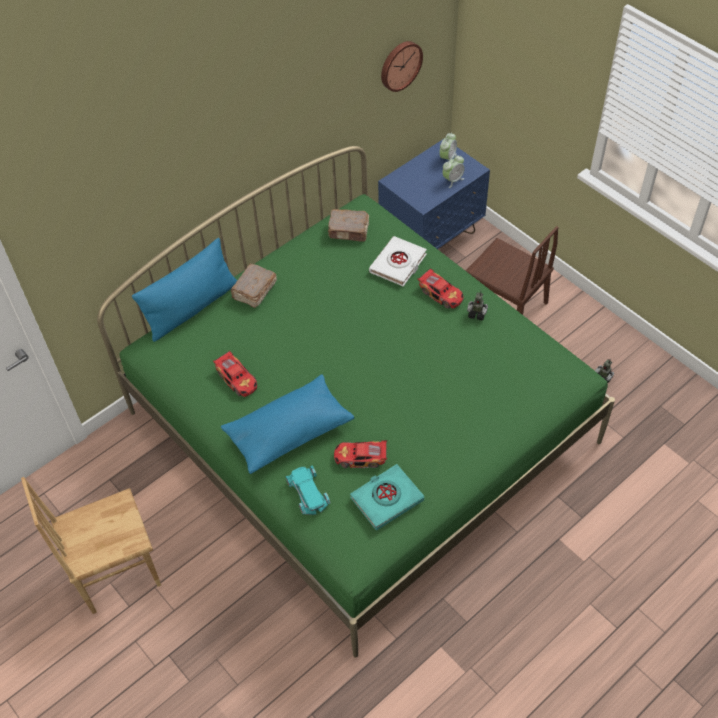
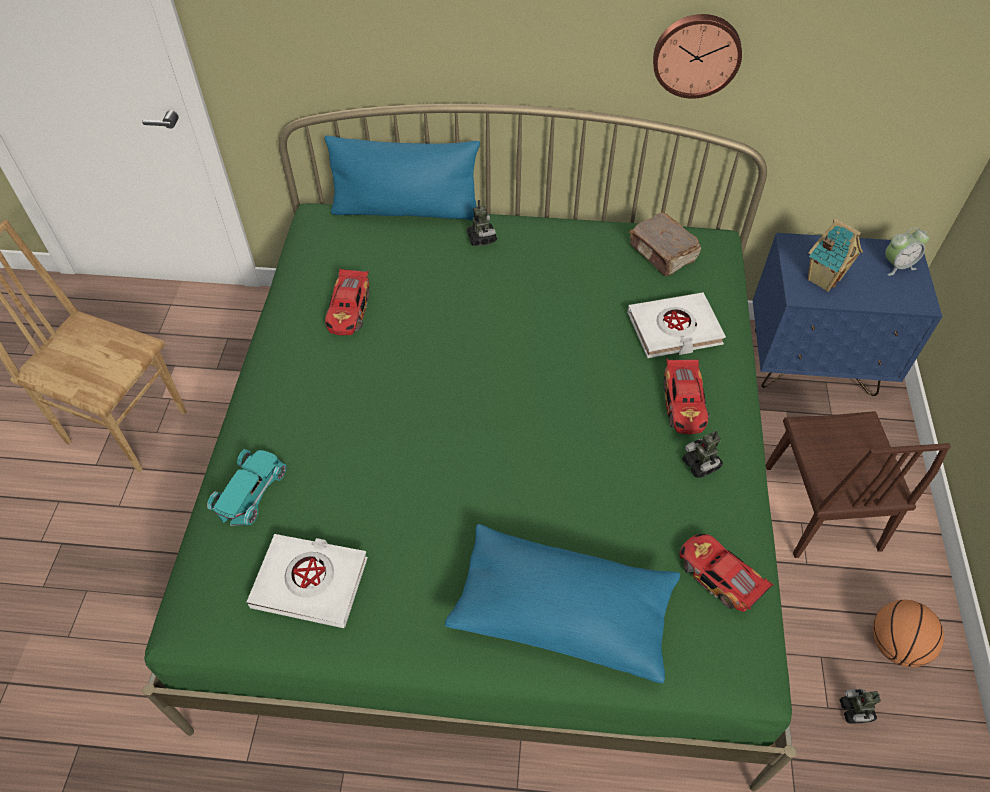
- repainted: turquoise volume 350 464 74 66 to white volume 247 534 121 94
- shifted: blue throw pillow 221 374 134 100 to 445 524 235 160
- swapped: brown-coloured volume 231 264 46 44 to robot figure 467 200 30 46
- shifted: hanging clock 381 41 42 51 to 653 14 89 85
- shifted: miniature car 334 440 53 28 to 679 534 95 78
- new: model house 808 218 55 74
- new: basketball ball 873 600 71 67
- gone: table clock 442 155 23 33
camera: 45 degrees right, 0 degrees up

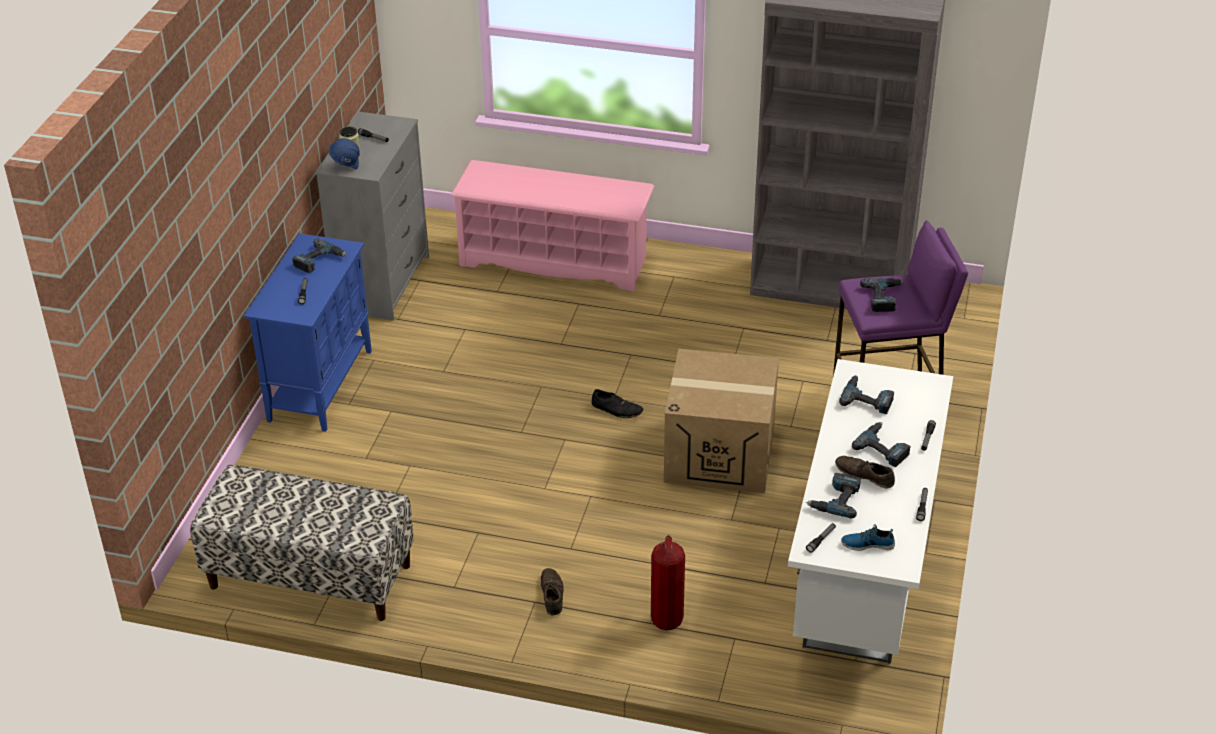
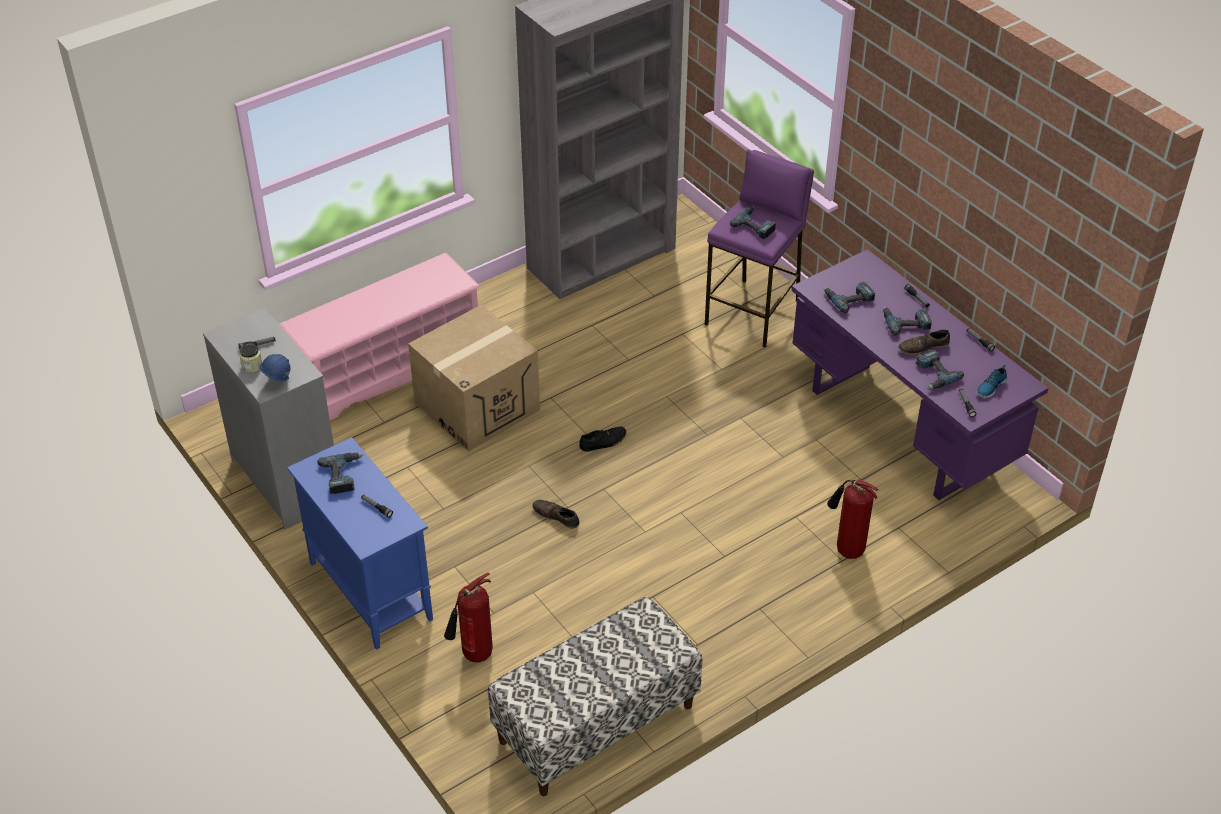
- shifted: packing box 664 349 115 144 to 408 305 132 147
- new: fire-fighting cylinder 444 572 49 91
- shifted: brown-coloured low shoe 540 568 24 47 to 532 500 47 29
- repainted: white desk 788 359 165 305 to purple desk 792 249 256 251
camera: 50 degrees left, 5 degrees up

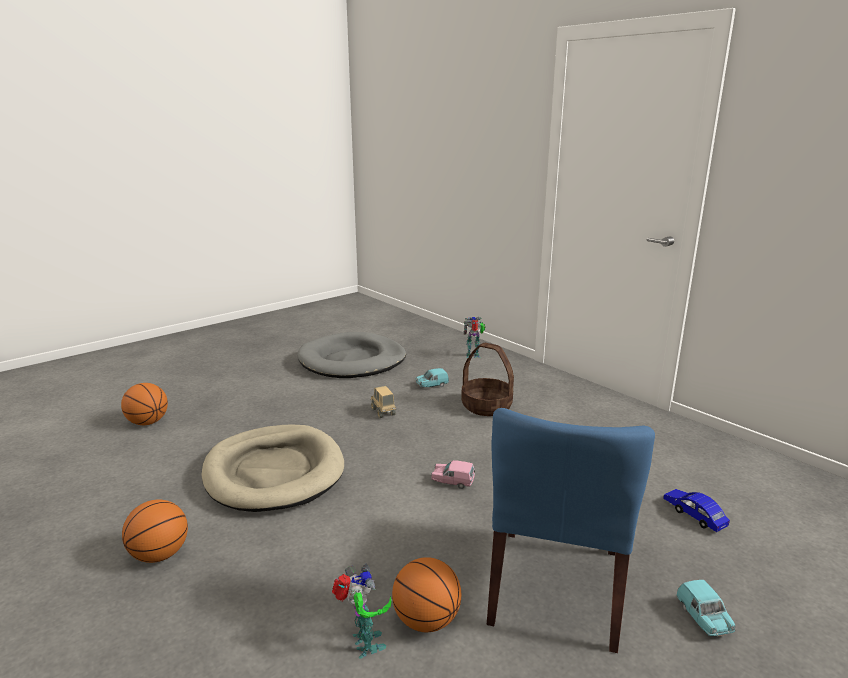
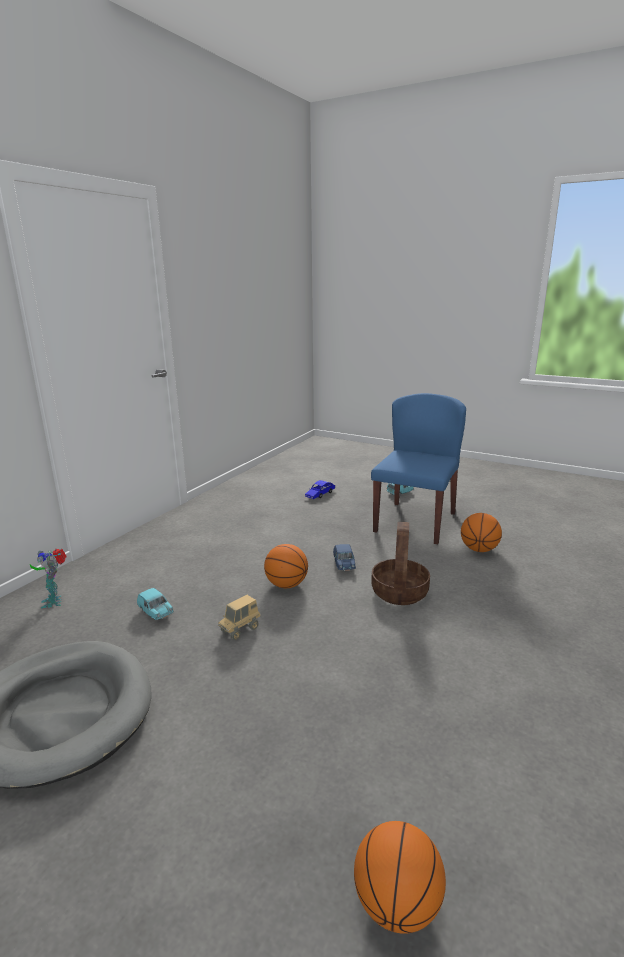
- shifted: basketball ball 122 500 66 63 to 264 544 44 44
- repainted: pink miniature car 431 460 44 29 to blue miniature car 333 544 23 27
- rotated: blue upright chair 487 408 168 245 = 371 393 95 151 60 degrees counterclockwise
- shifted: storage basket 461 343 53 73 to 371 522 59 83
- gone: sand-coloured dog cushion 201 424 143 88
- gone: robot figure 332 563 60 96
camera: 110 degrees left, 0 degrees up

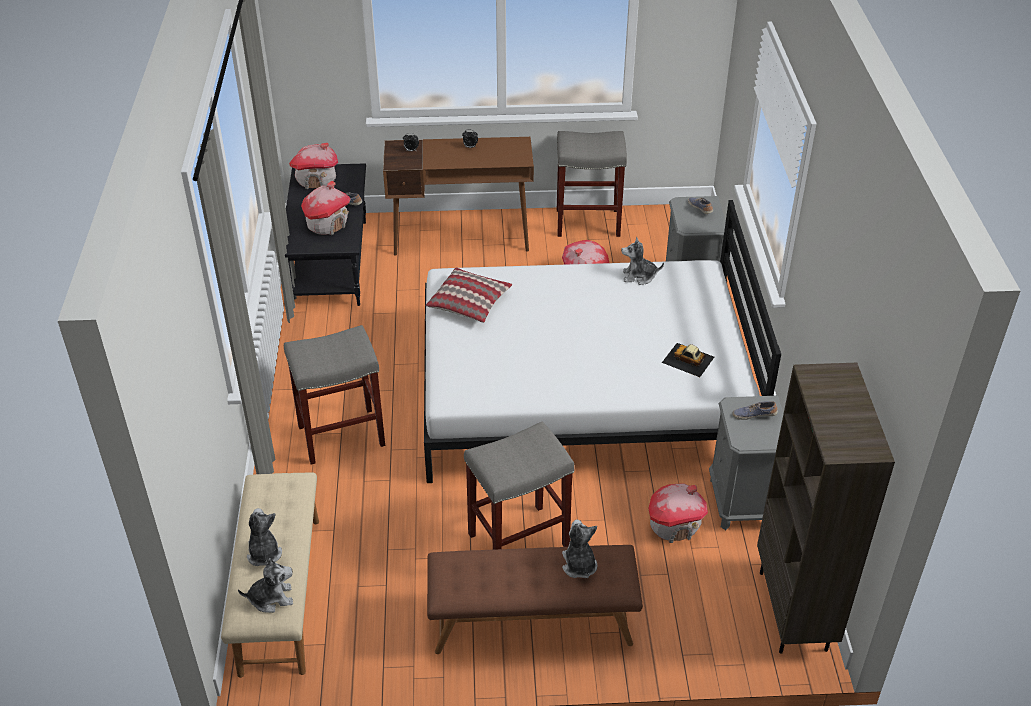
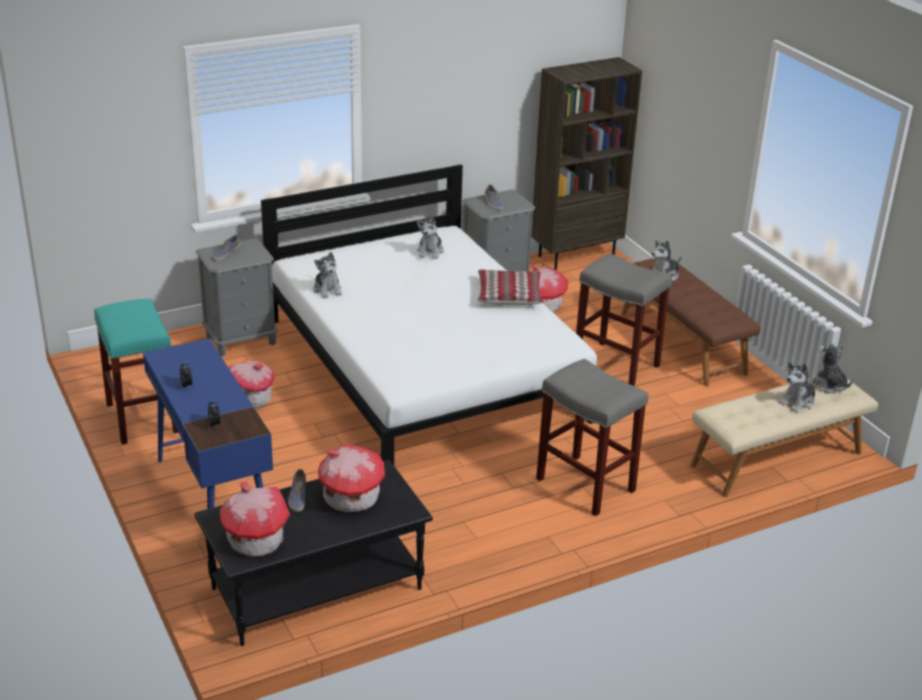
- repainted: grey stool 557 131 70 106 to turquoise stool 94 299 85 146
- repainted: brown-coloured desk 383 137 151 118 to blue desk 143 338 130 222
- swapped: miniature car 662 343 52 34 to cuddly toy 417 216 27 43
- shifted: throw pillow 426 267 86 56 to 477 269 67 37
camera: 115 degrees left, 10 degrees down

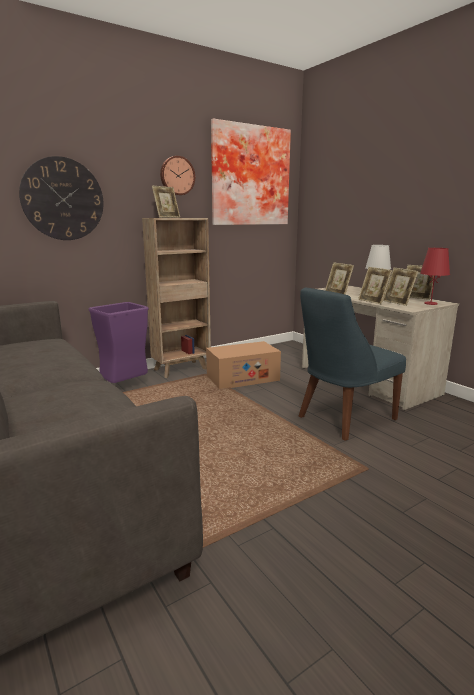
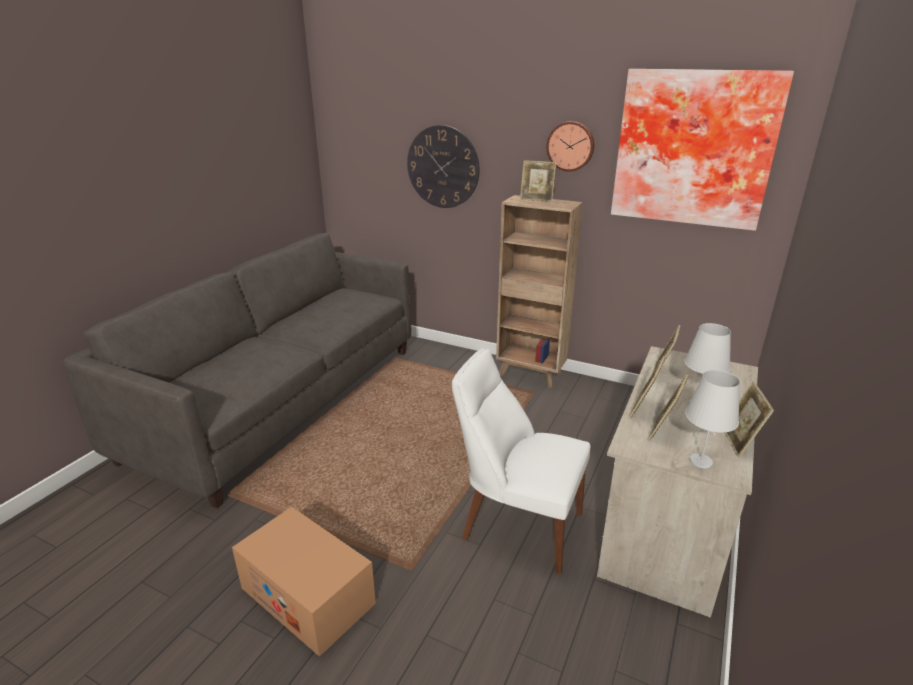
- shifted: packing box 206 341 75 48 to 232 507 144 150
- repainted: blue upright chair 299 288 107 153 to white upright chair 452 348 139 226
- repainted: red-coloured lamp for a table 420 248 30 57 to white lamp for a table 685 370 55 99
- gone: purple trash can 89 302 60 81
camera: 60 degrees right, 10 degrees up

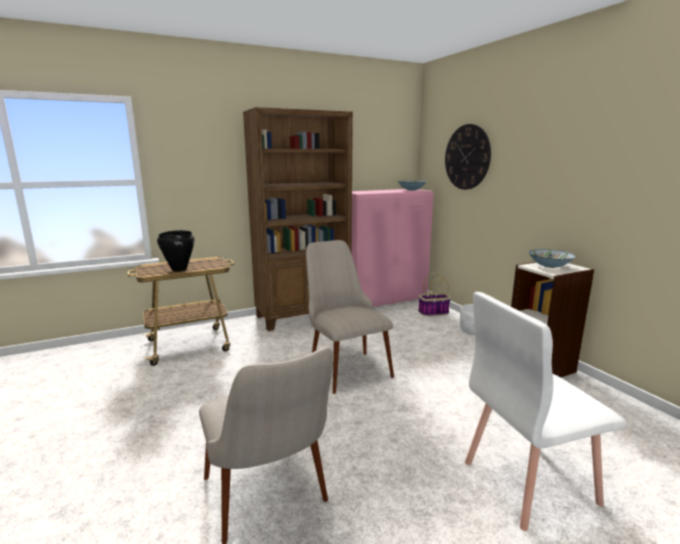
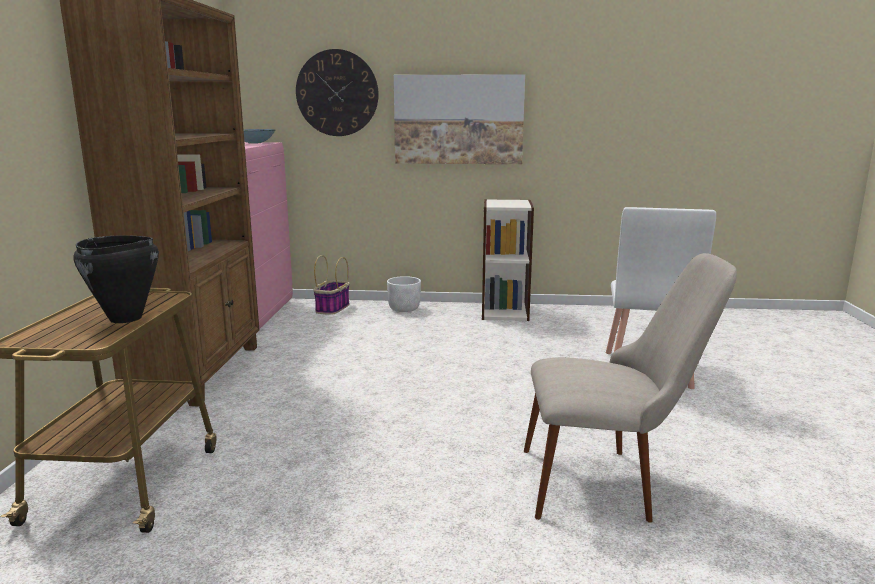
- new: wall picture 394 74 131 90
- gone: sand-coloured upright chair 306 240 88 154
- gone: serving bowl 529 249 47 19
camera: 60 degrees left, 0 degrees up

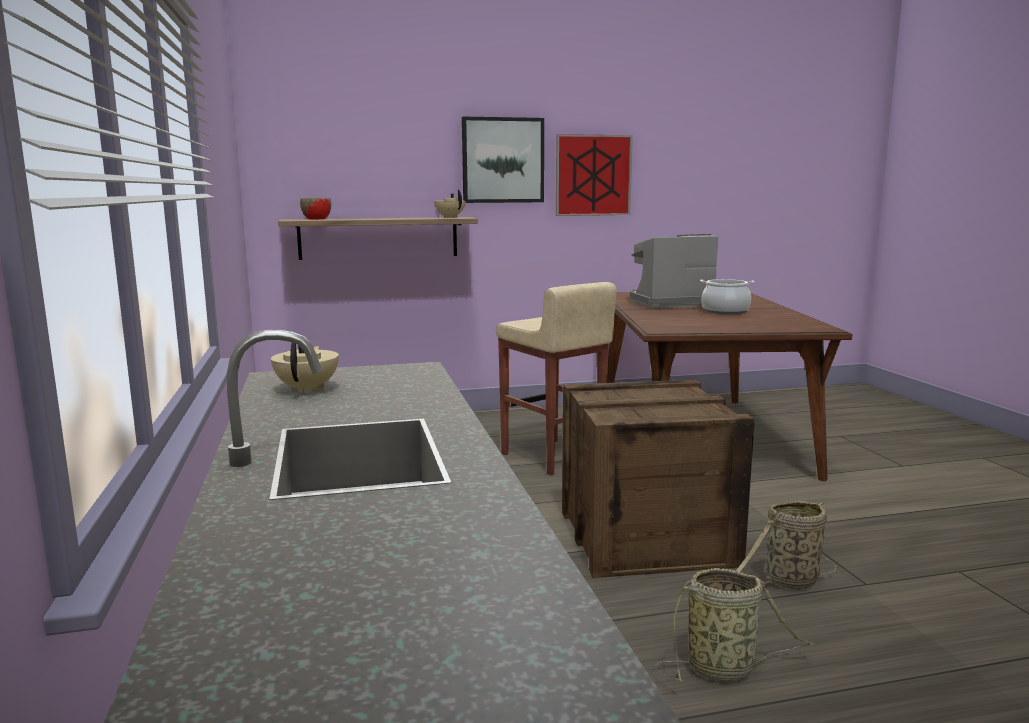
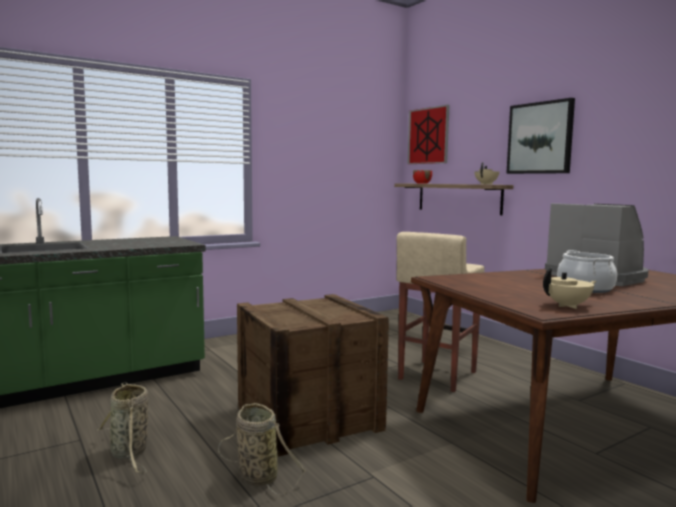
- shifted: wall picture 556 134 77 82 to 407 105 43 59
- shifted: sand-coloured pot for tea 271 343 68 51 to 543 268 53 41
camera: 70 degrees right, 5 degrees down

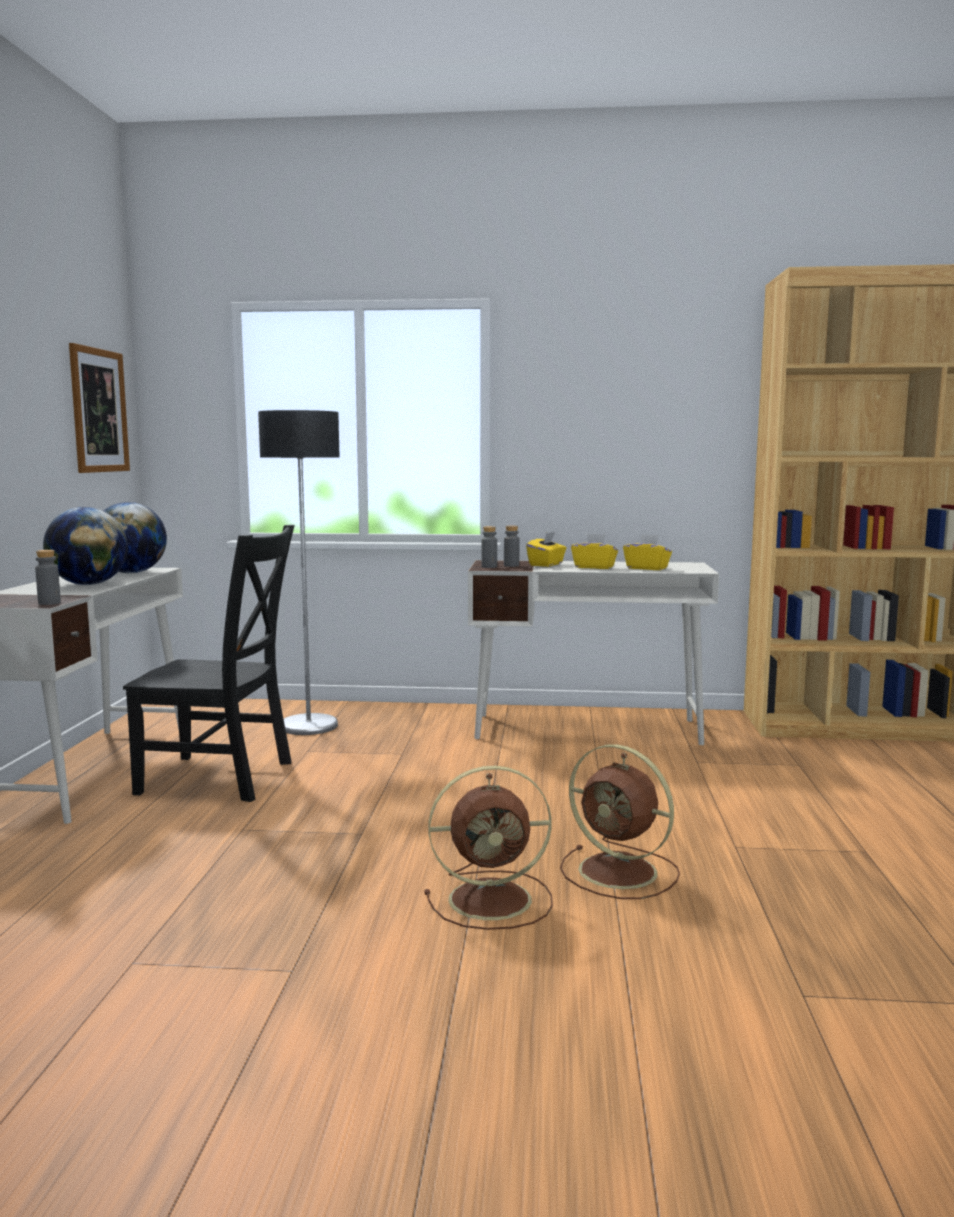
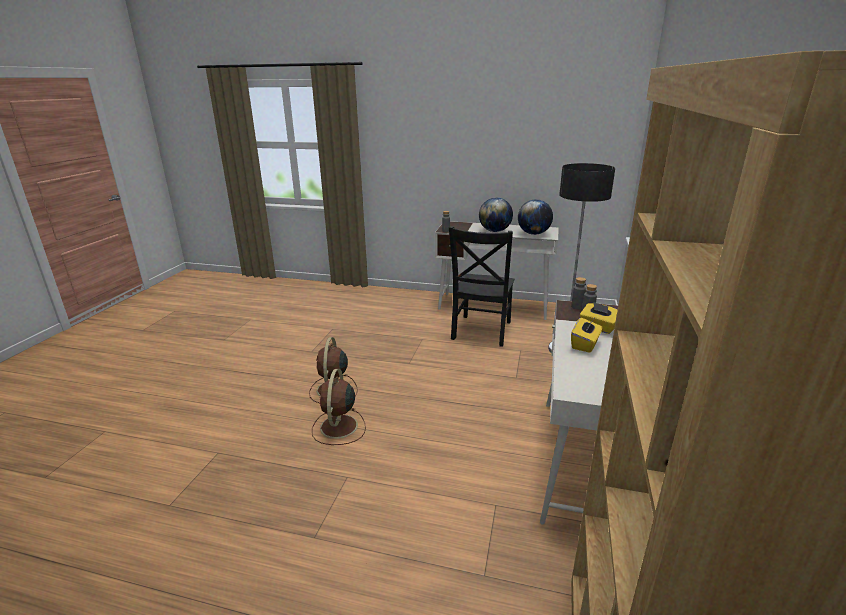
- rotated: brown-coloured cooling fan 560 744 120 155 = 312 369 54 76 45 degrees counterclockwise
- gone: wall picture 69 343 61 130
- gone: yellowish tissue box 623 534 49 36
camera: 100 degrees right, 15 degrees up

